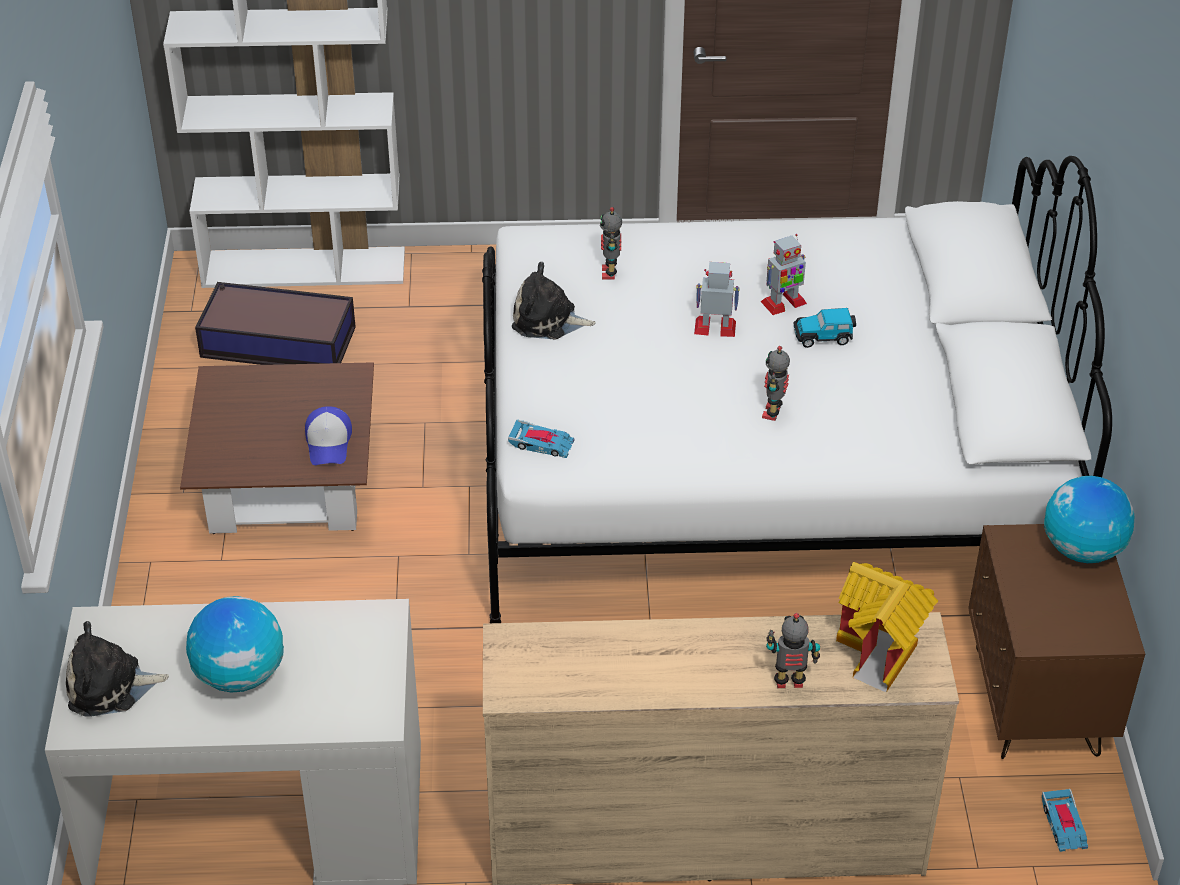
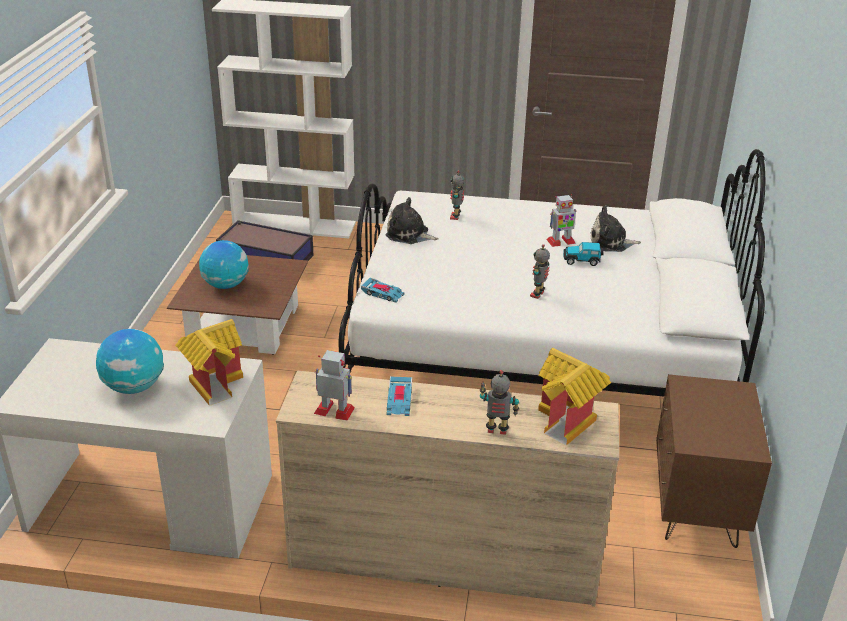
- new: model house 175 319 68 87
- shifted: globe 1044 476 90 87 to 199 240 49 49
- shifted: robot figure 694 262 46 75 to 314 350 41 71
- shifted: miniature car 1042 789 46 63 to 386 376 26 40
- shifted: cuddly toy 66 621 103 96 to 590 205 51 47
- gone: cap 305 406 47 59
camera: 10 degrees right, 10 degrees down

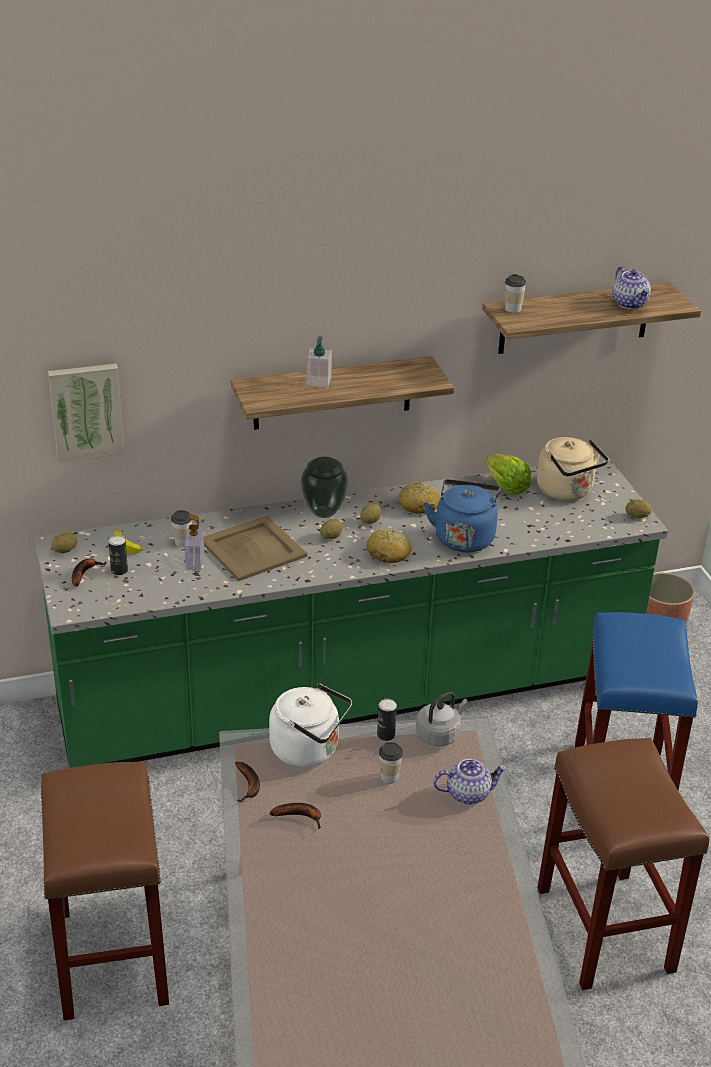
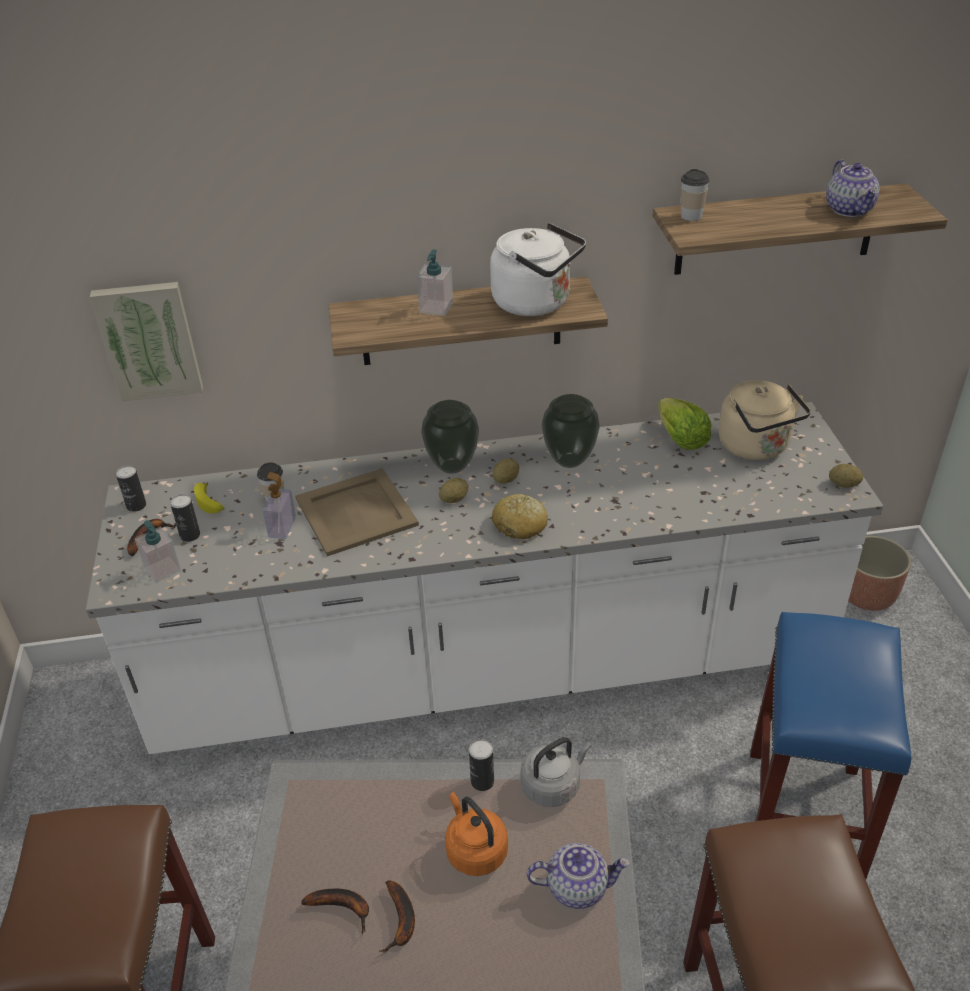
- repainted: green-coloured kitchen base unit 34 457 634 311 to white kitchen base unit 86 402 797 352
- swapped: spud 51 532 27 21 to sealed can 116 465 30 47
- new: soap dispenser 135 520 46 63
- shifted: whole banana 235 762 25 40 to 380 880 35 73
- swapped: small cup 379 742 24 42 to orange water kettle 445 792 63 84
- shifted: white water kettle 269 683 83 84 to 490 223 96 93
- swapped: bread 399 482 41 32 to vase 542 394 58 74
- gone: blue water kettle 424 479 77 73
camera: 10 degrees right, 5 degrees up

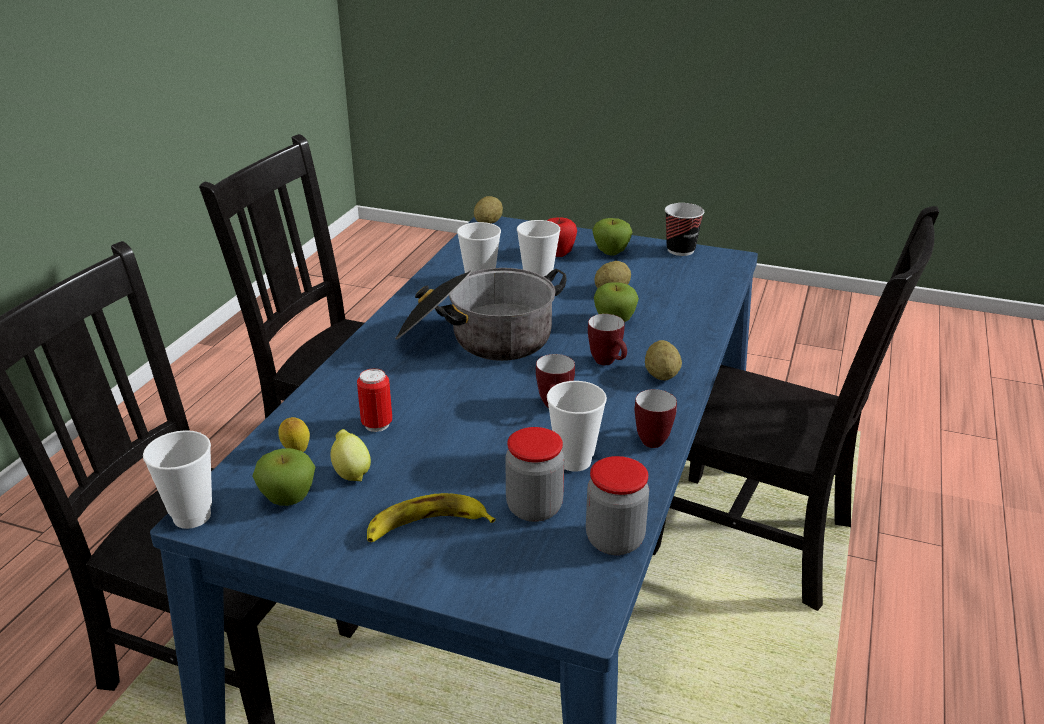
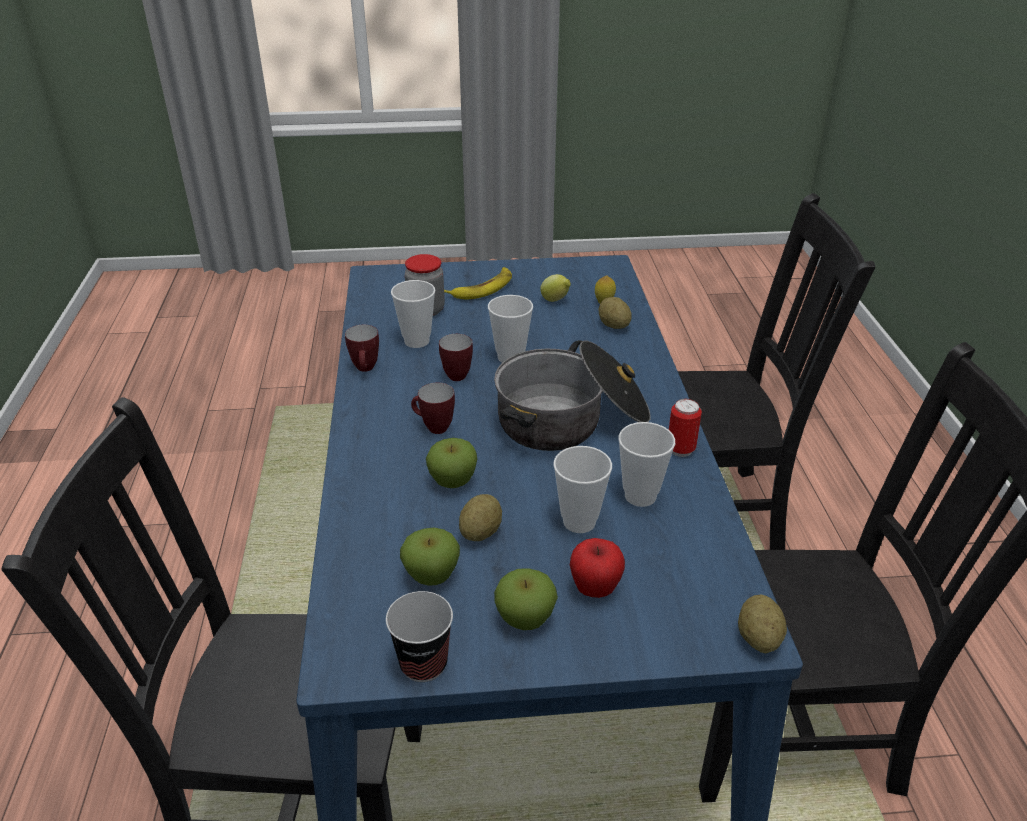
- shifted: apple fruit 252 448 63 58 to 400 528 60 57
- shifted: small cup 143 430 69 99 to 488 295 45 68
- shifted: spud 645 340 37 40 to 599 297 32 32
- shifted: sealed can 357 368 35 64 to 669 399 33 58
- gone: jar 586 456 63 99
camera: 155 degrees right, 5 degrees up

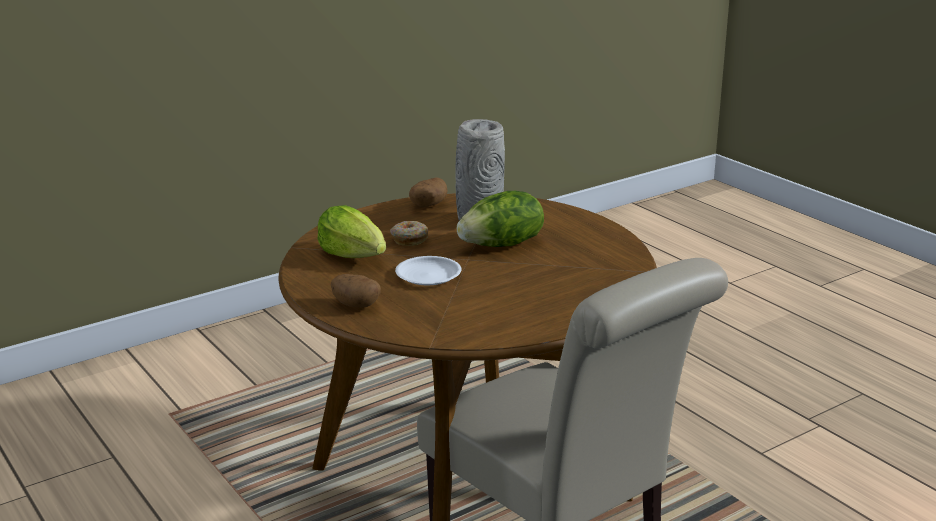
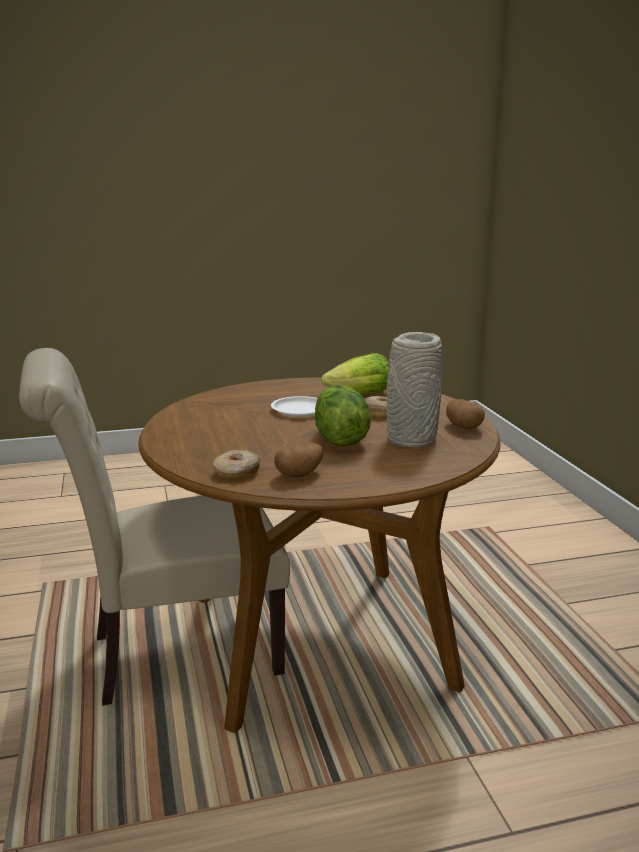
- new: doughnut 213 450 47 29
- shifted: spud 331 274 50 33 to 274 443 49 34
camera: 110 degrees right, 5 degrees down

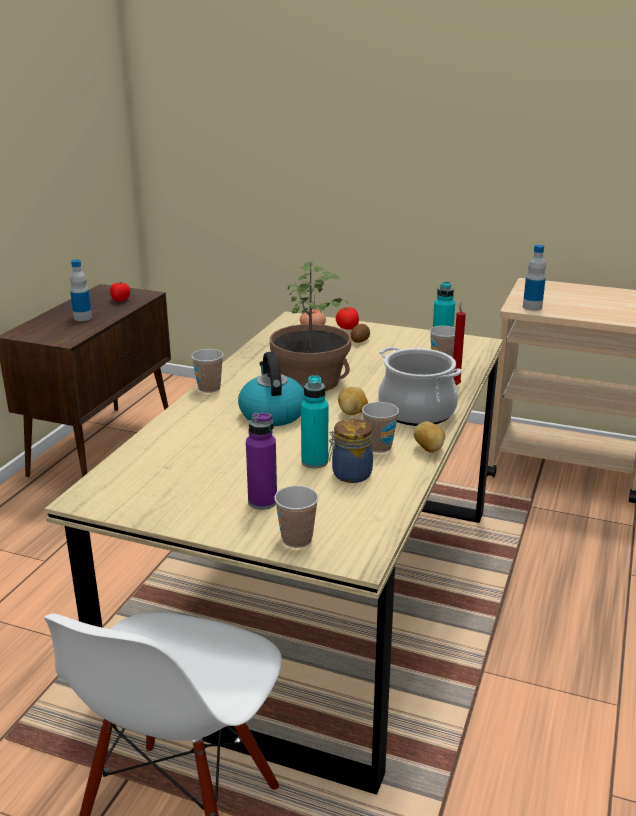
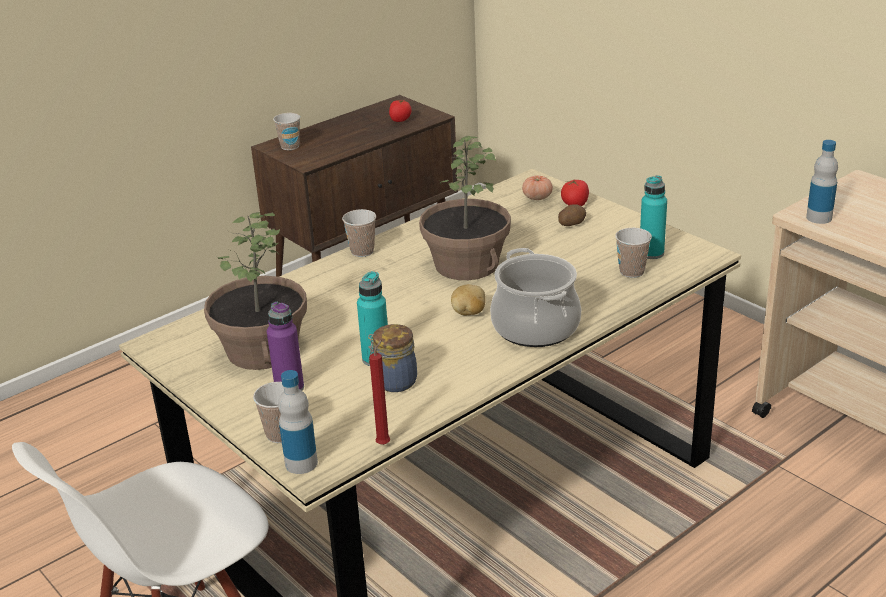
- new: potted plant 204 212 103 158
- shifted: small cup 362 402 37 51 to 273 113 27 37
- shifted: drink bottle 70 260 22 61 to 278 370 40 104
- shifted: red-coloured candle 453 302 13 83 to 369 339 21 106
- gone: water kettle 238 352 66 74
- gone: spud 414 421 31 32
camera: 30 degrees right, 5 degrees up

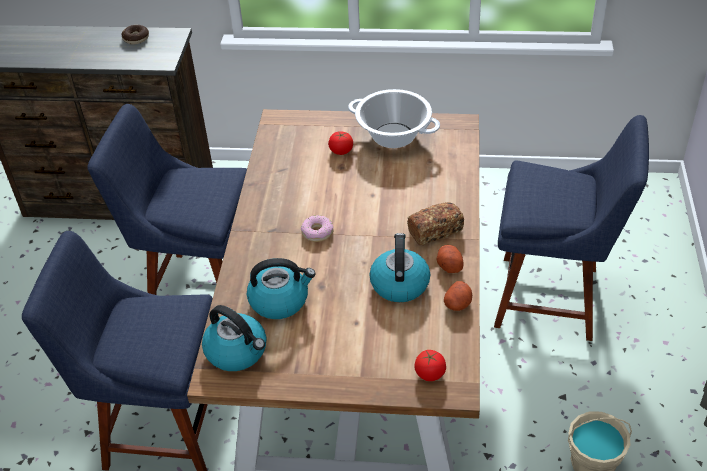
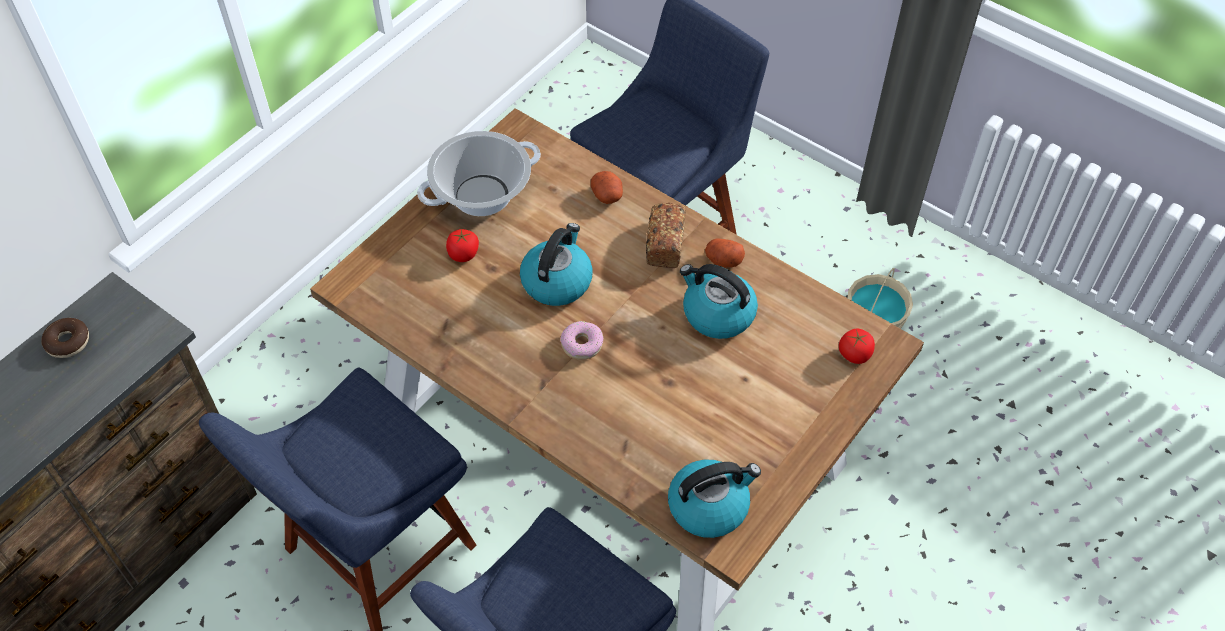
- shifted: water kettle 247 258 69 61 to 520 223 73 83
- shifted: spud 444 281 28 30 to 591 171 32 33
camera: 60 degrees left, 10 degrees up

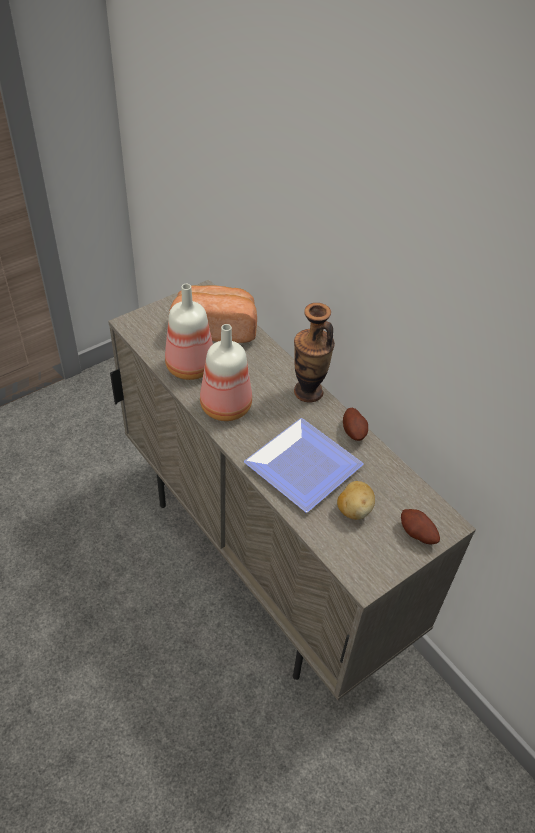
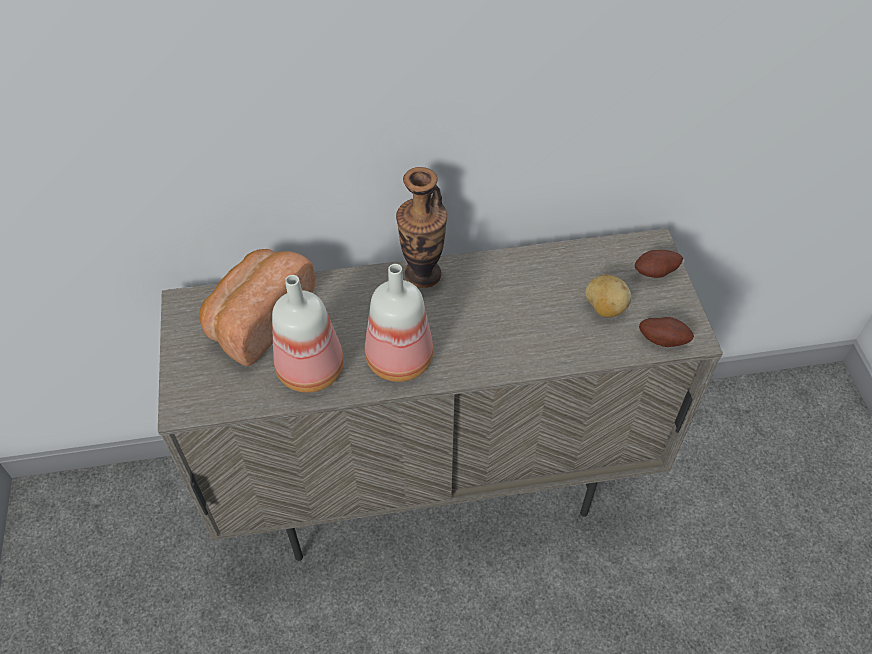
- shifted: spud 343 408 25 33 to 639 317 55 30
- gone: plate 244 418 120 94
camera: 60 degrees left, 5 degrees up

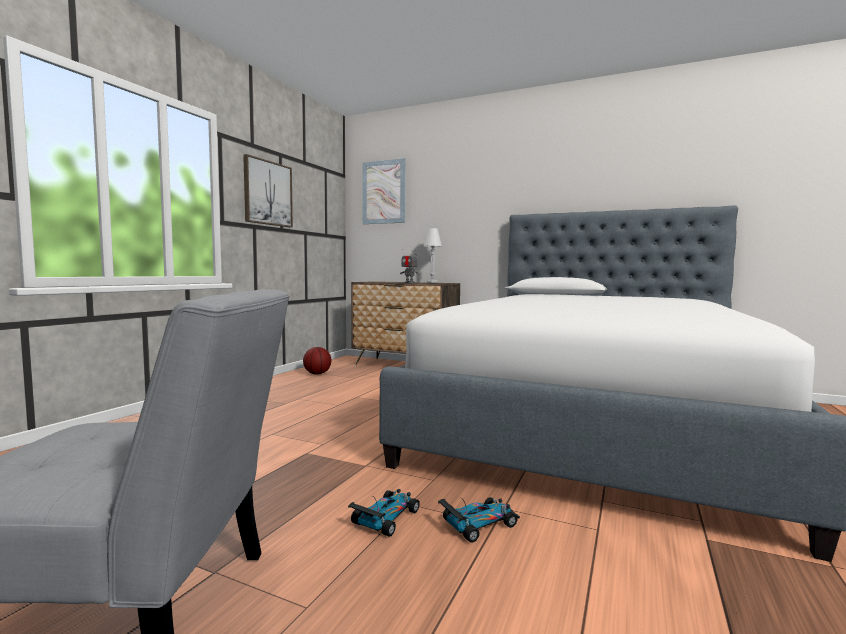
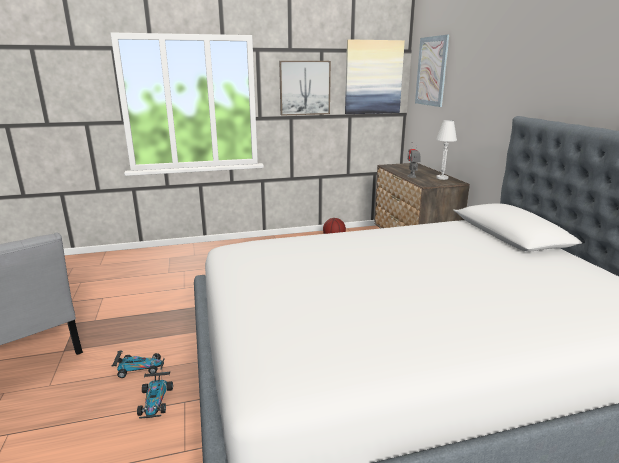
- rotated: miniature car 438 497 82 45 = 137 372 36 47 60 degrees clockwise
- new: wall picture 345 39 60 75
camera: 50 degrees right, 15 degrees up

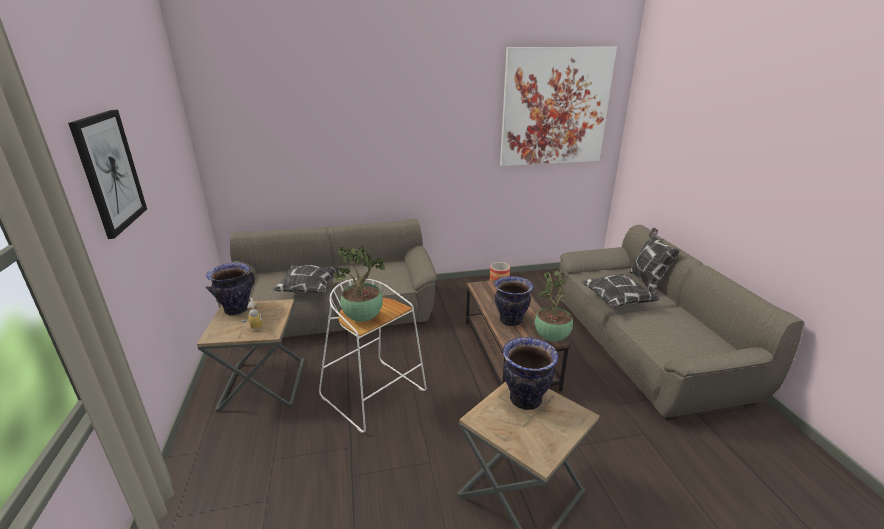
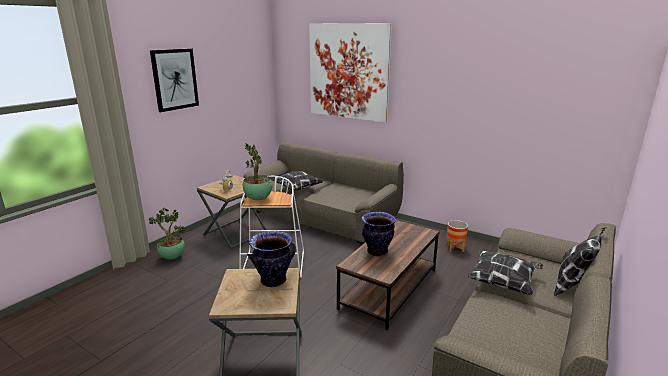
- shifted: potted plant 535 268 38 74 to 149 208 37 52
- shifted: wall picture 500 47 117 119 to 309 23 84 100
- gone: vase 206 263 49 52
camera: 45 degrees right, 5 degrees down

